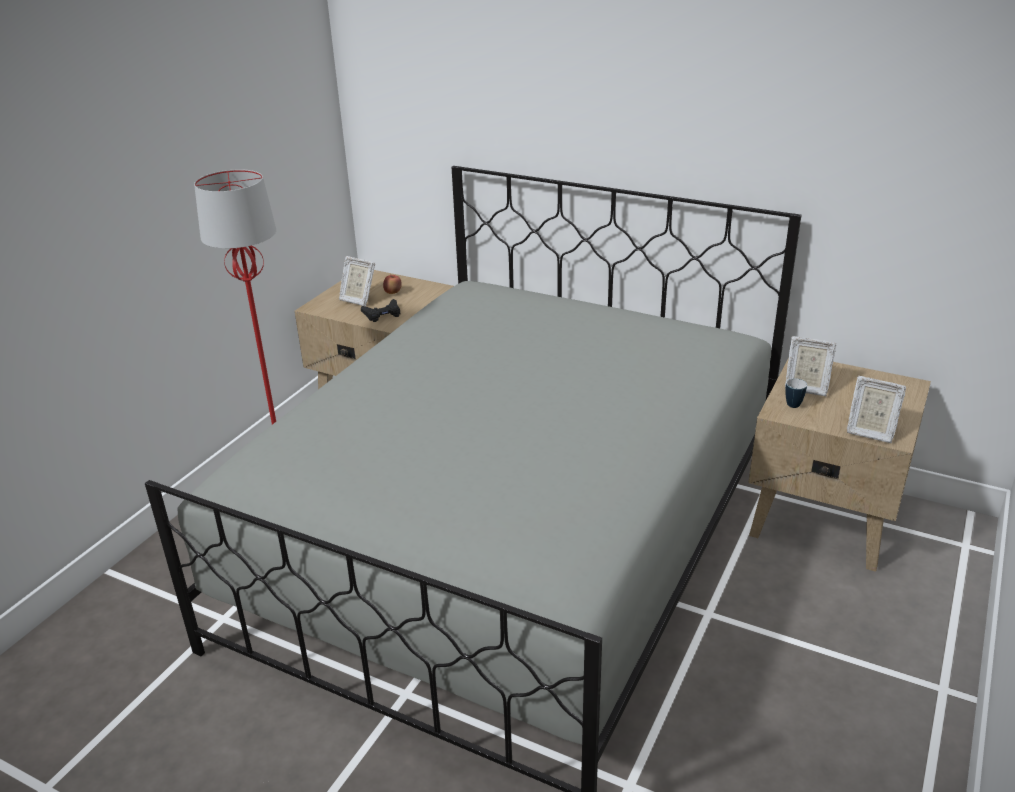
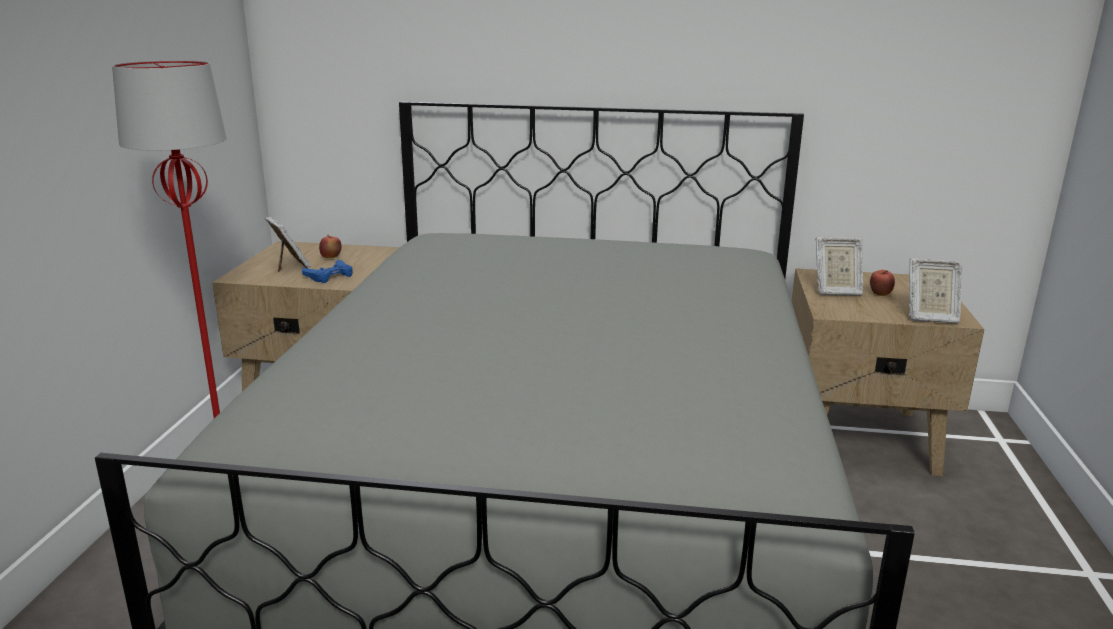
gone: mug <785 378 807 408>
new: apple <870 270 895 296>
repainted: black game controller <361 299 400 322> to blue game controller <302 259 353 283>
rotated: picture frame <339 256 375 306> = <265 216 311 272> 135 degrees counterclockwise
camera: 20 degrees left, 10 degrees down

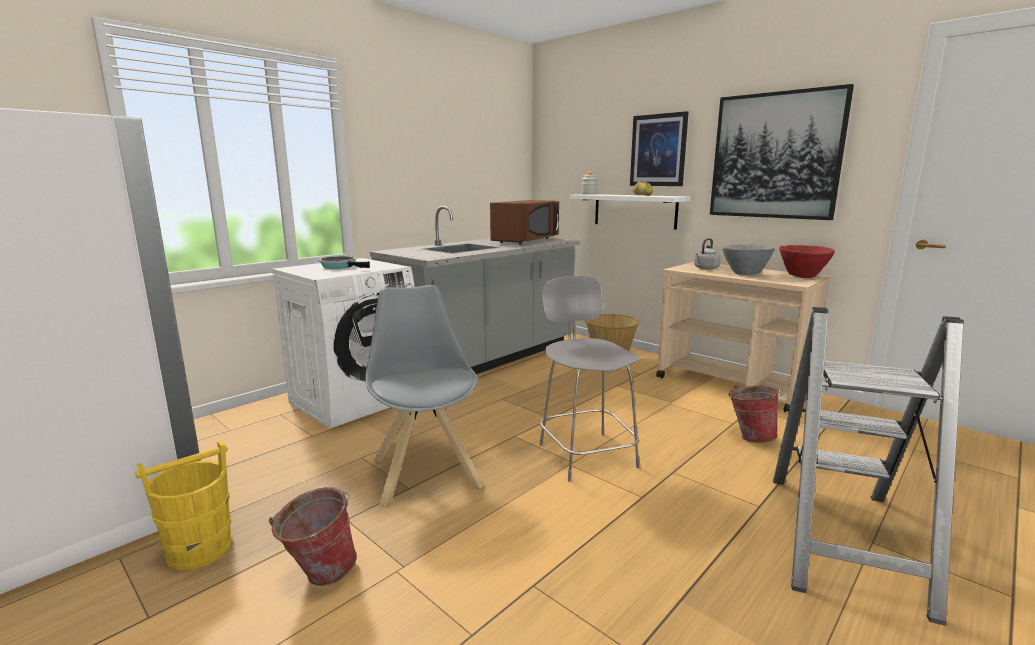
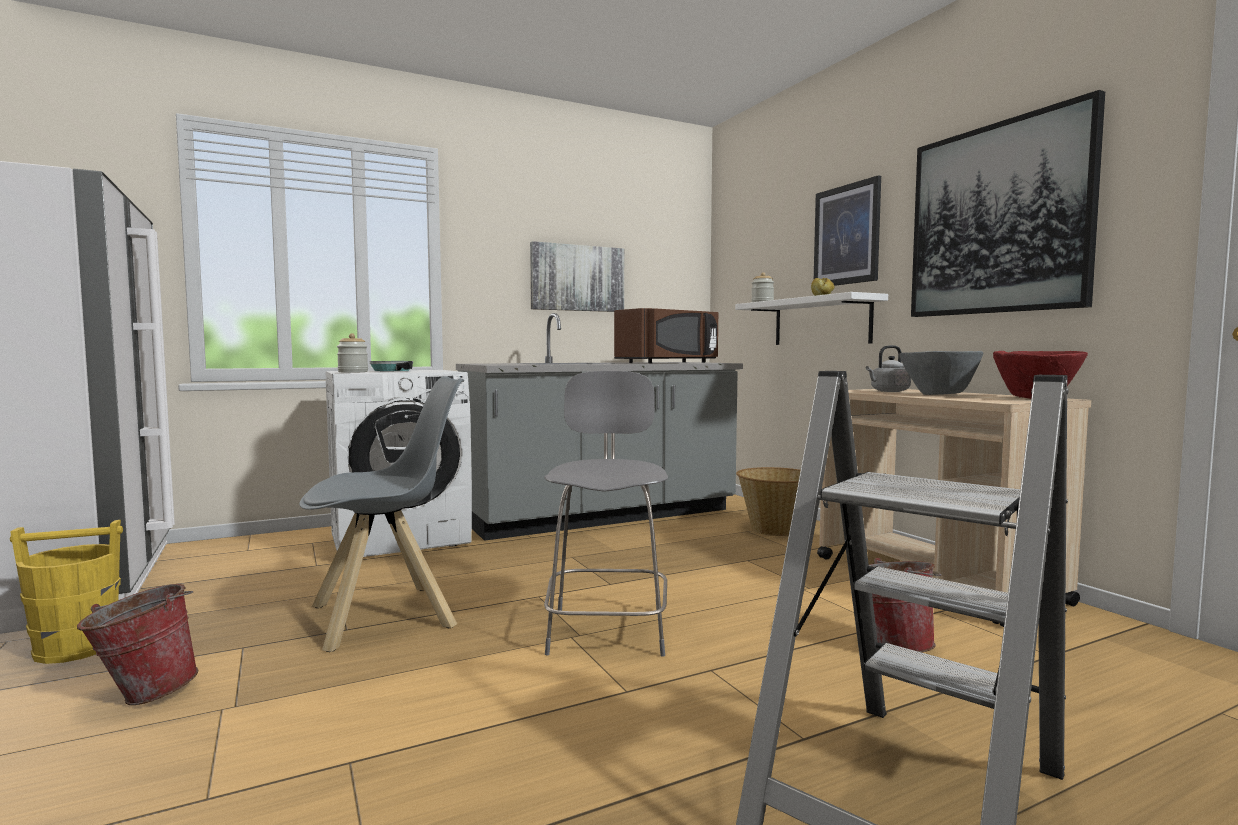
new: jar <337 333 368 373>; picture <530 241 624 312>
rotated: grey chair <366 285 484 506> = <299 377 464 652> 60 degrees clockwise
camera: 20 degrees right, 10 degrees down

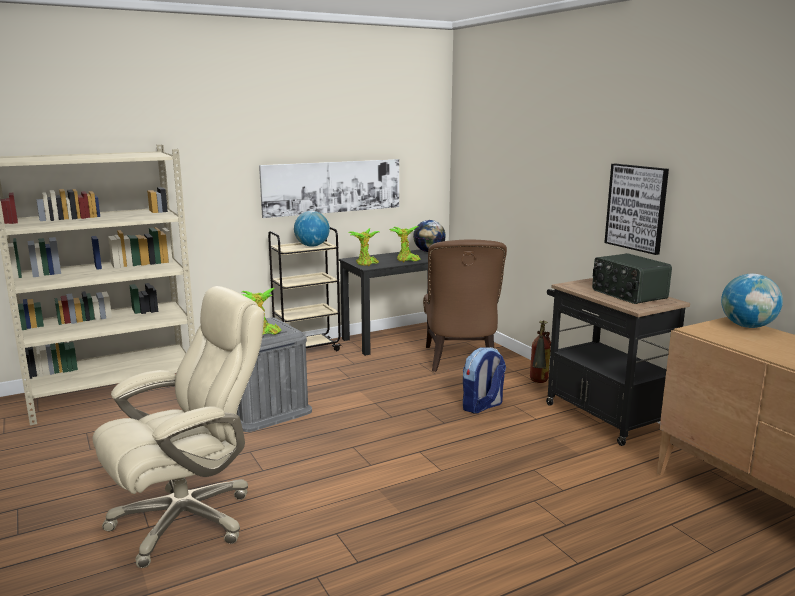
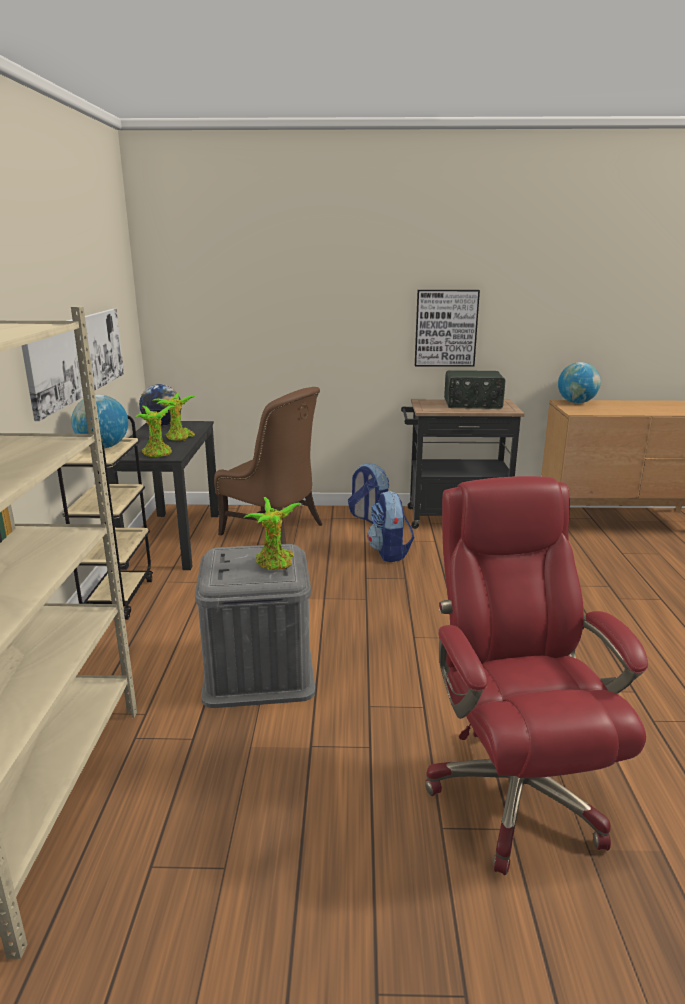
swapped: fire extinguisher <530 321 551 383> to backpack <348 463 389 523>
repainted: beige office chair <93 286 264 568> to red office chair <425 476 648 875>
camera: 60 degrees left, 5 degrees up

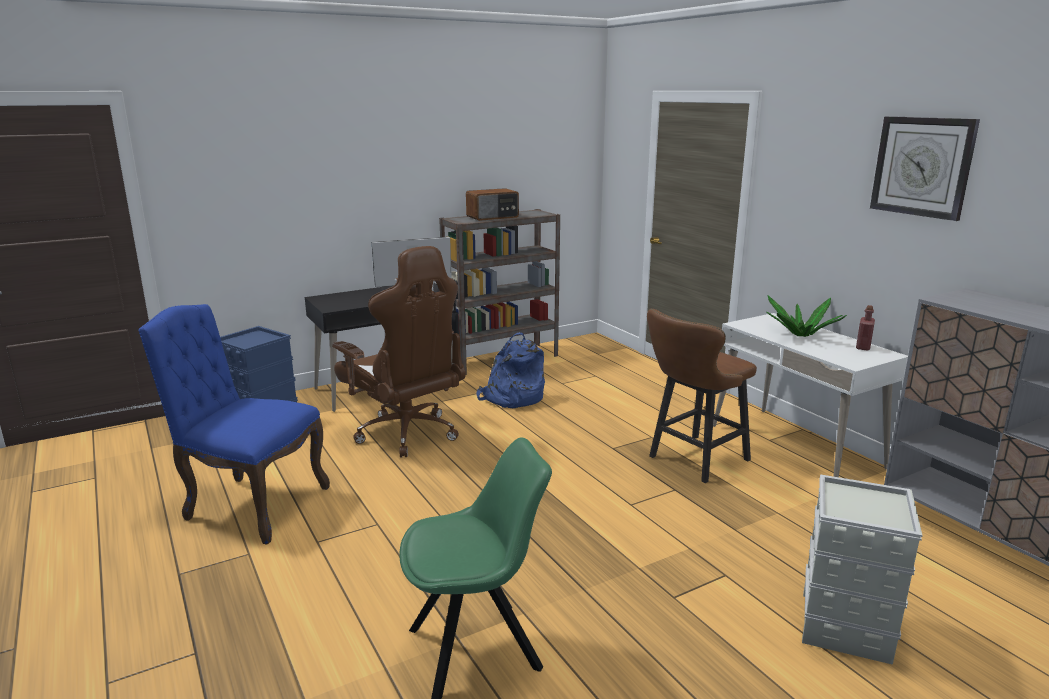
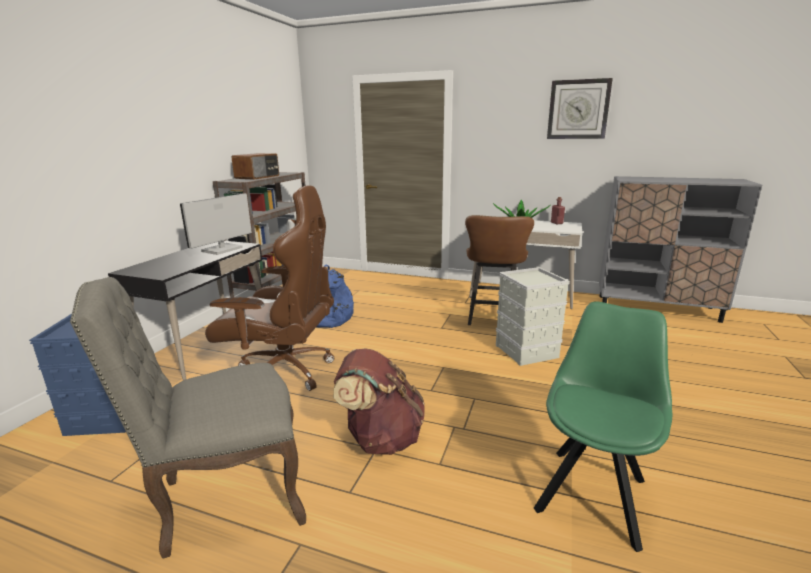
new: brown backpack <333 348 425 455>
shifted: grey storage box <802 474 923 665> to <496 267 570 366>
repainted: blue chair <138 304 330 545> to grey chair <70 277 306 558>
camera: 40 degrees left, 0 degrees up

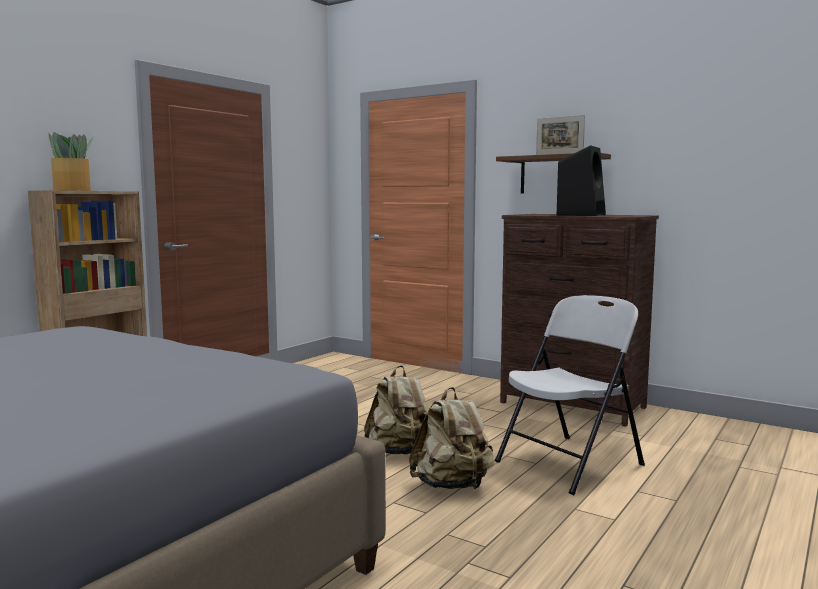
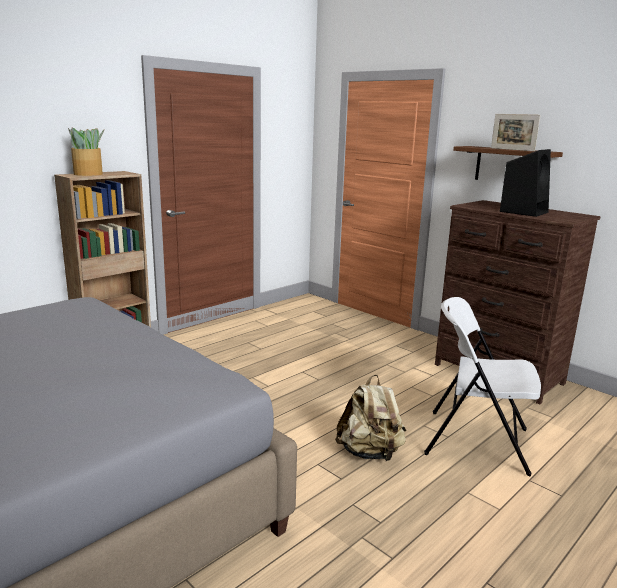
gone: beige backpack <364 366 429 454>
rotated: white chair <495 295 645 495> = <424 297 541 477> 135 degrees counterclockwise
camera: 10 degrees right, 10 degrees up

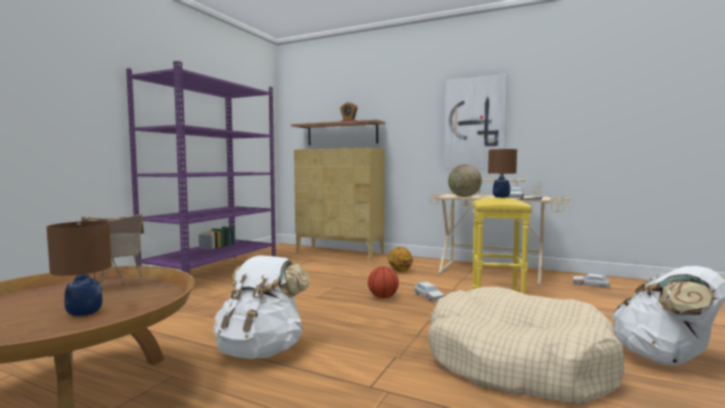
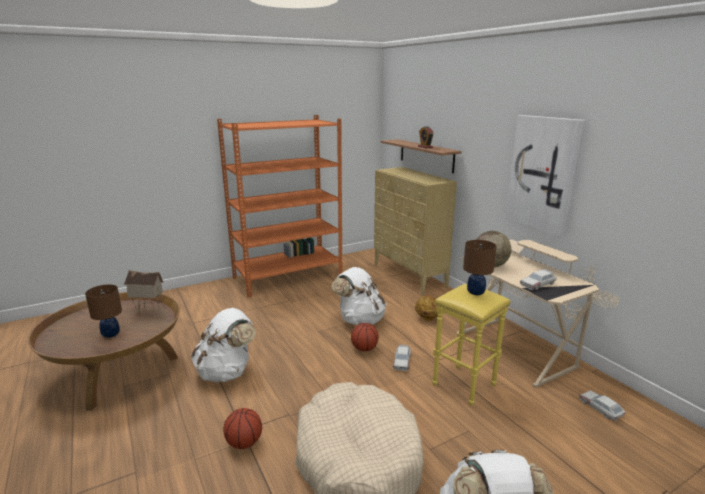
new: basketball <224 408 262 449>; white backpack <331 267 387 325>
repainted: purple bookcase <126 61 276 274> to orange bookcase <217 115 342 298>
camera: 35 degrees right, 15 degrees up

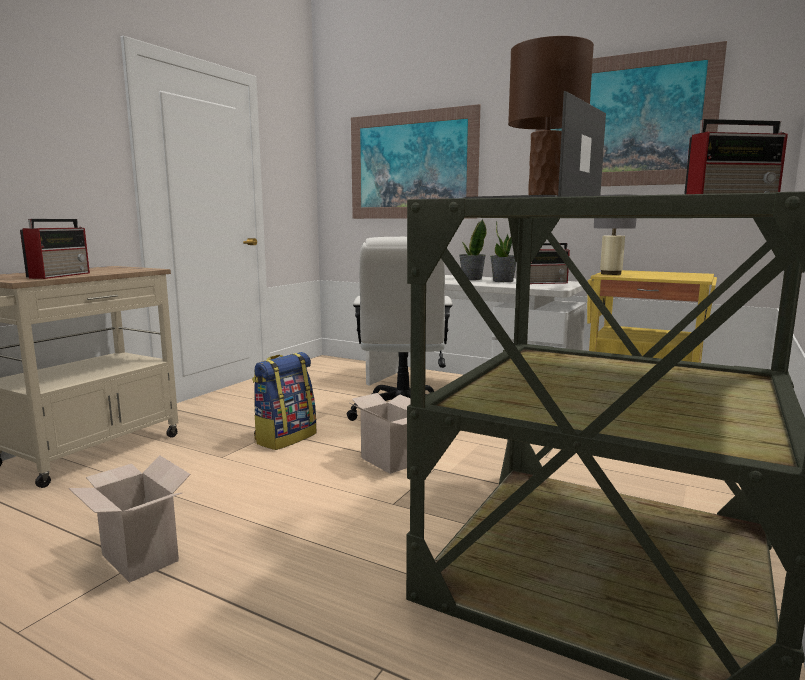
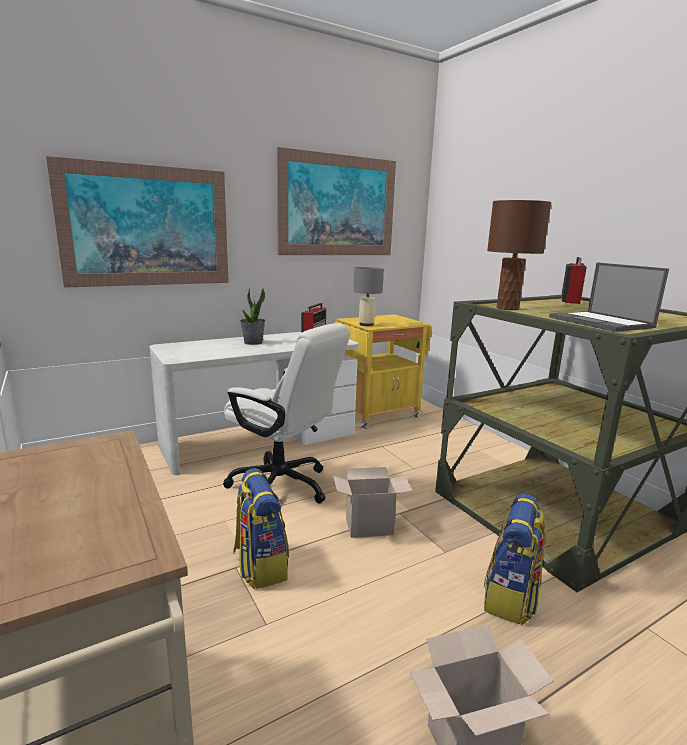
gone: radio <20 219 90 279>; potted plant <490 221 517 282>
new: backpack <484 494 546 625>
camera: 60 degrees left, 5 degrees up

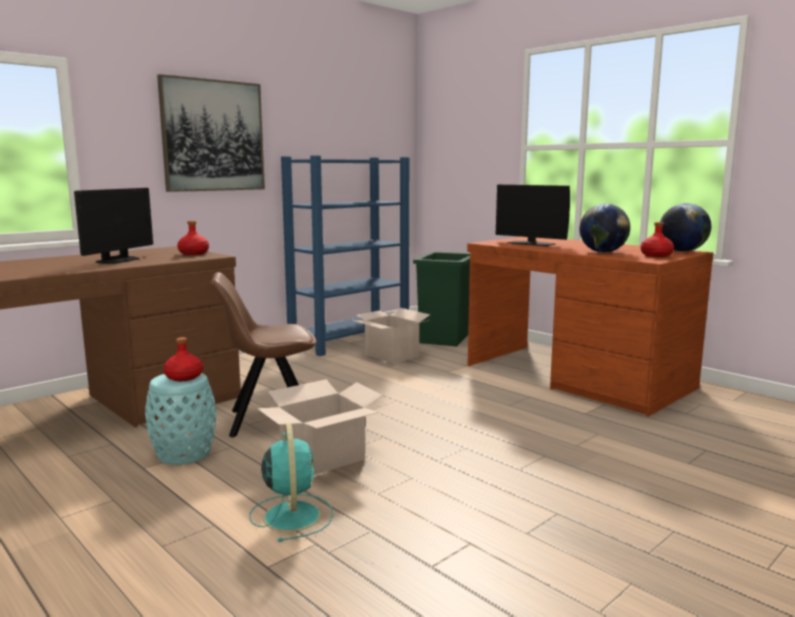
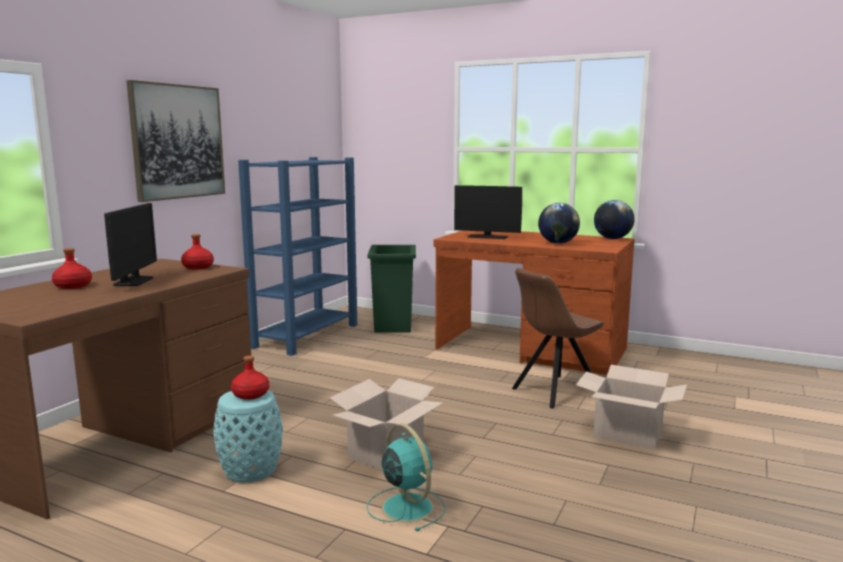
shifted: brown chair <211 272 317 437> to <512 268 604 408>; cardboard box <354 308 430 364> to <576 365 687 450>; red bottle <641 222 674 257> to <52 248 92 289>
camera: 20 degrees left, 0 degrees up

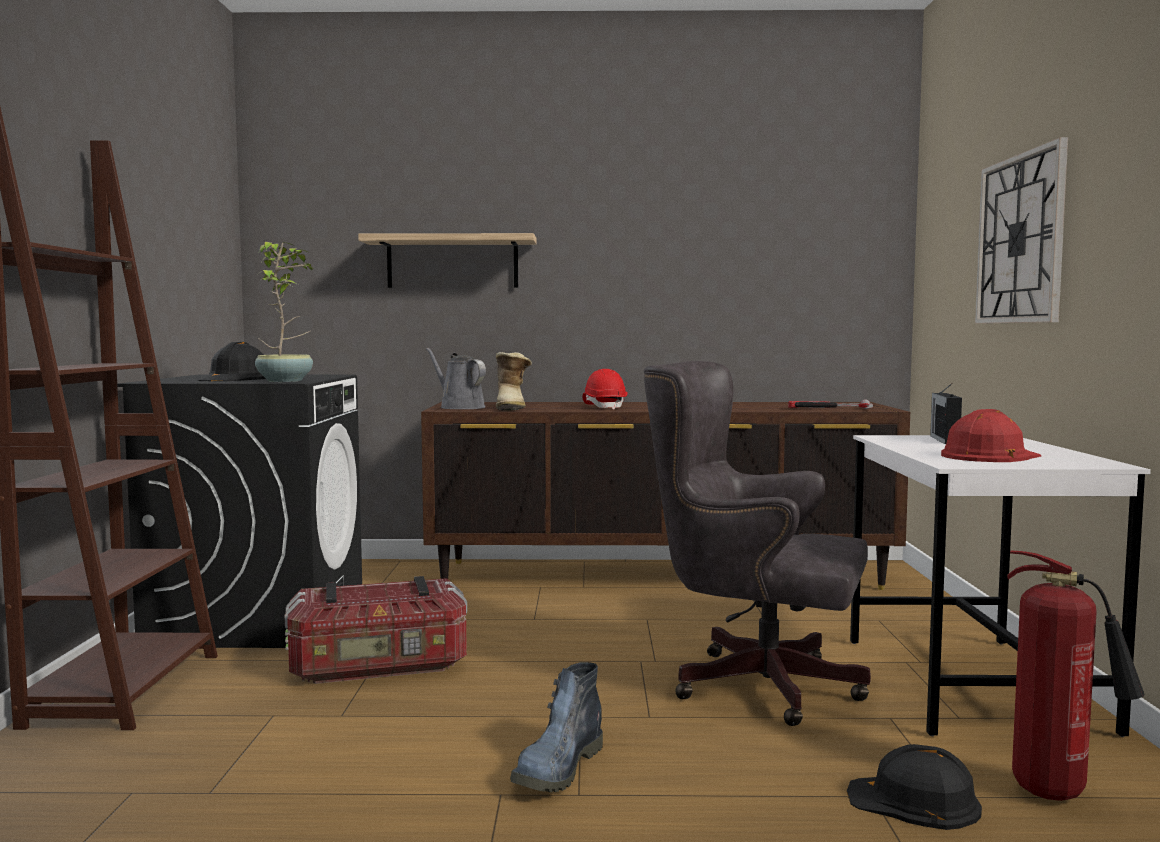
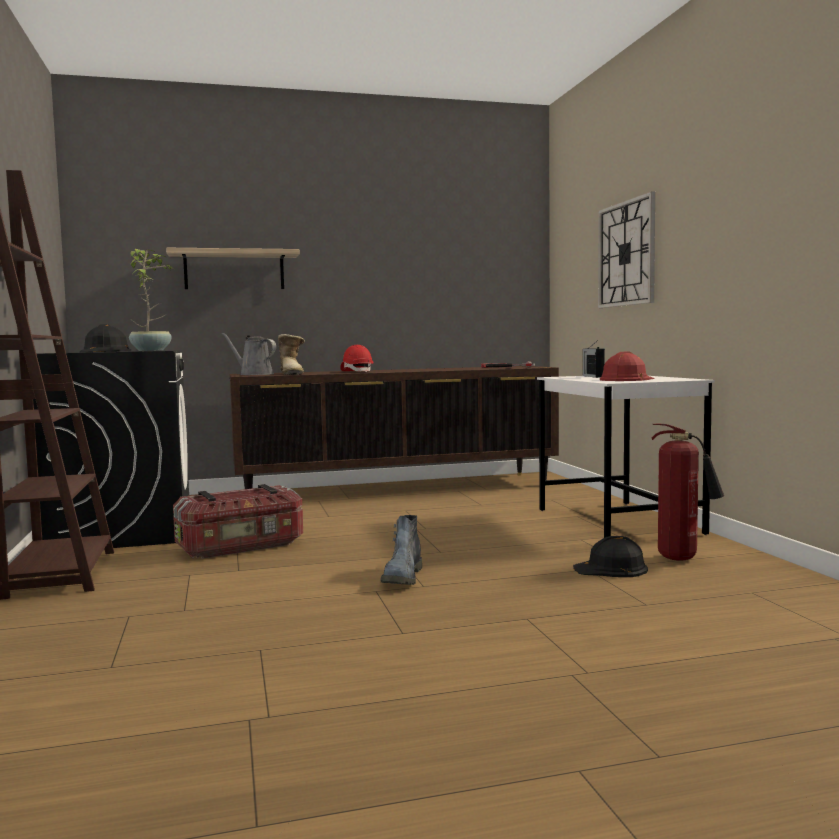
gone: grey office chair <644 361 871 726>
camera: 15 degrees left, 0 degrees up

